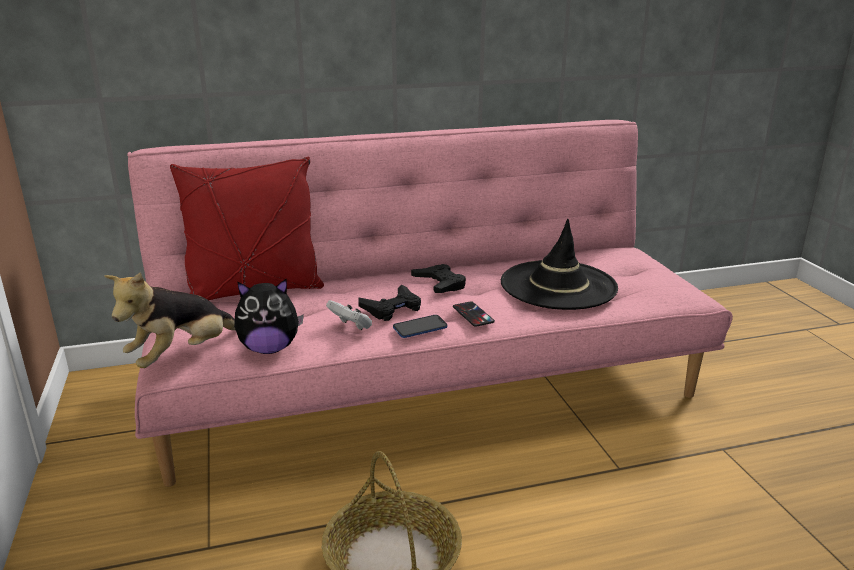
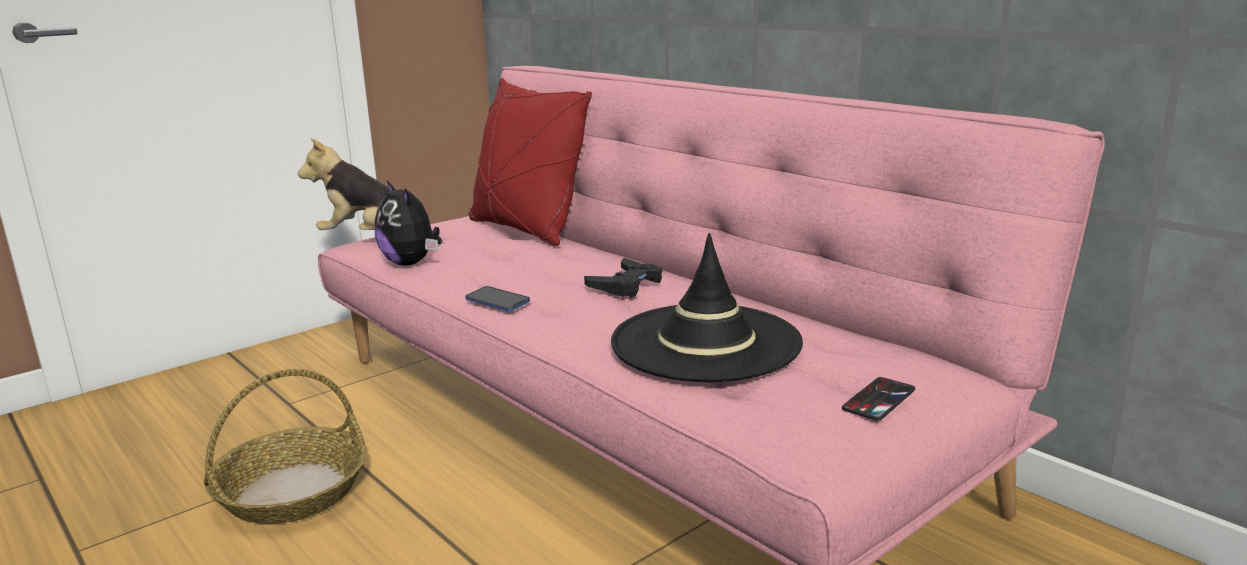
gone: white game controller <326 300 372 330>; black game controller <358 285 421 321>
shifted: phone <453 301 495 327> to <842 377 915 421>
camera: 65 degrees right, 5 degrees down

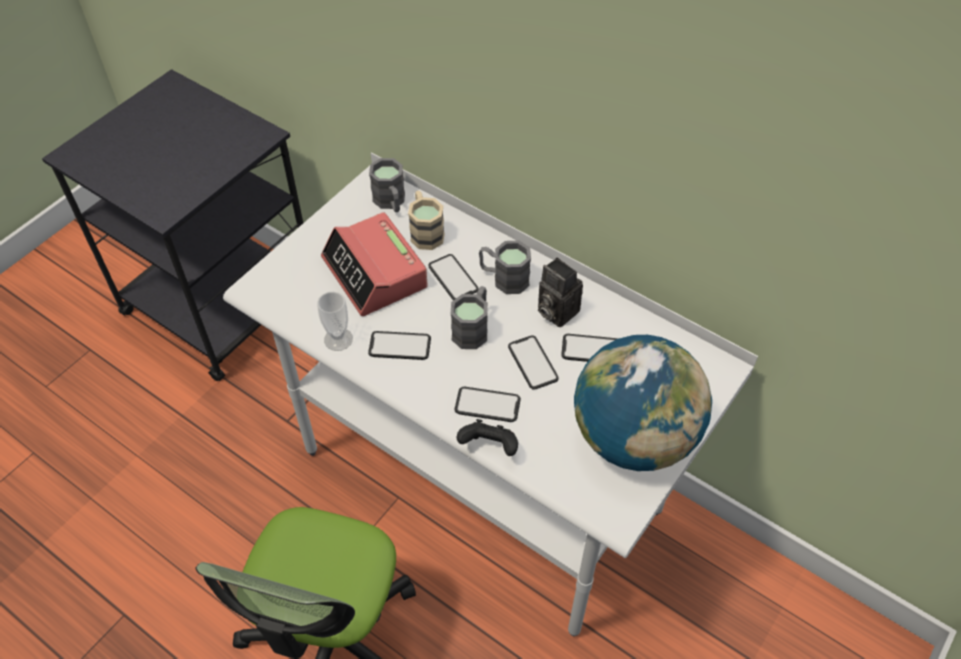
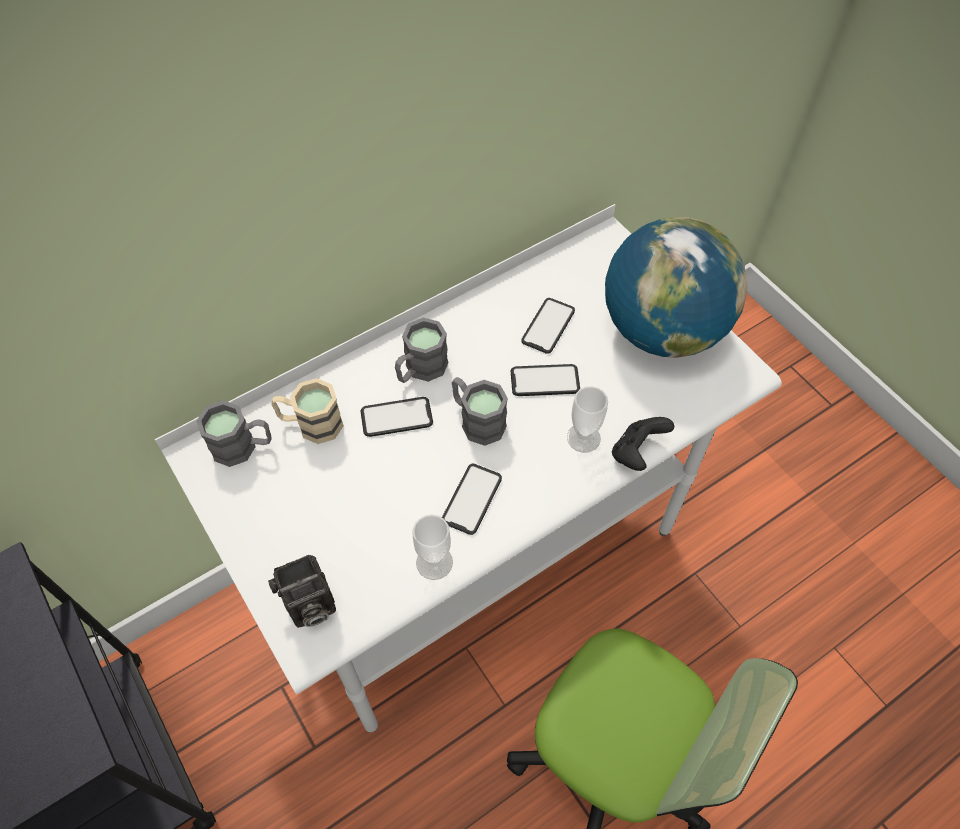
gone: alarm clock <321 212 428 316>
shifted: photo camera <538 257 583 327> to <268 555 336 628>
swapped: phone <454 387 521 422> to cup <567 386 608 453>
camera: 70 degrees left, 5 degrees up

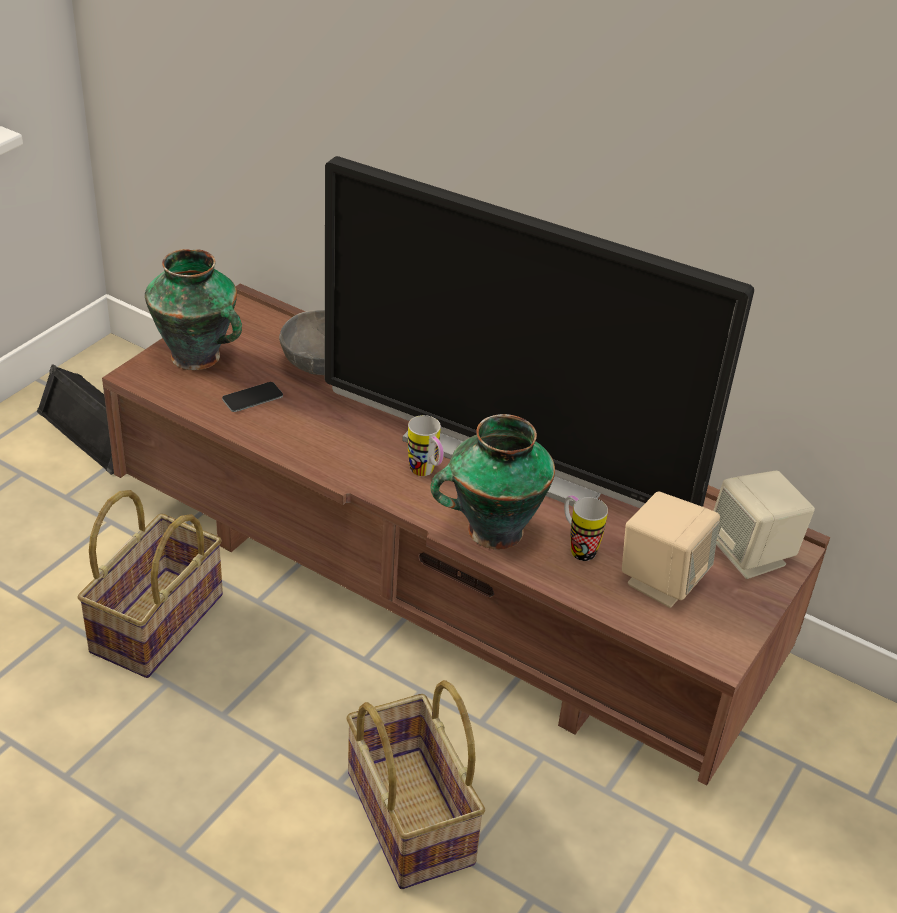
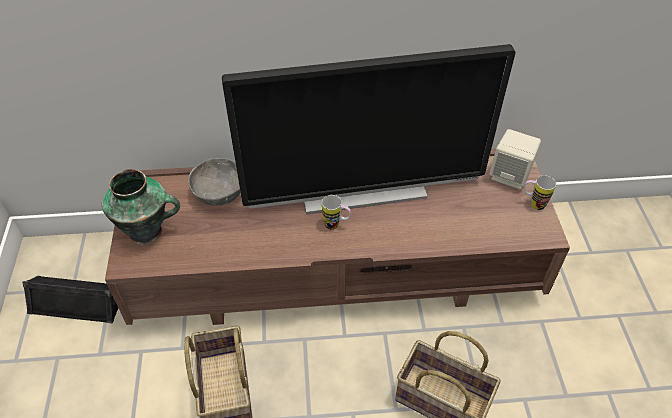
gone: phone <222 382 283 412>; vase <430 414 555 549>; beige speaker <622 491 720 608>
shifted: mug <564 495 608 561> to <524 175 556 210>
camera: 35 degrees left, 10 degrees up

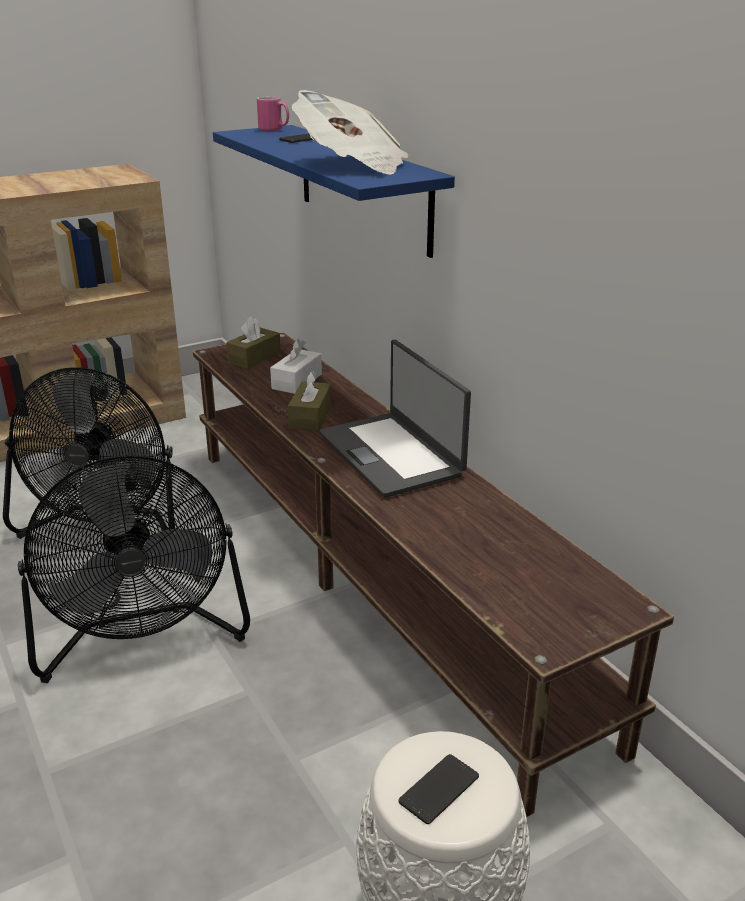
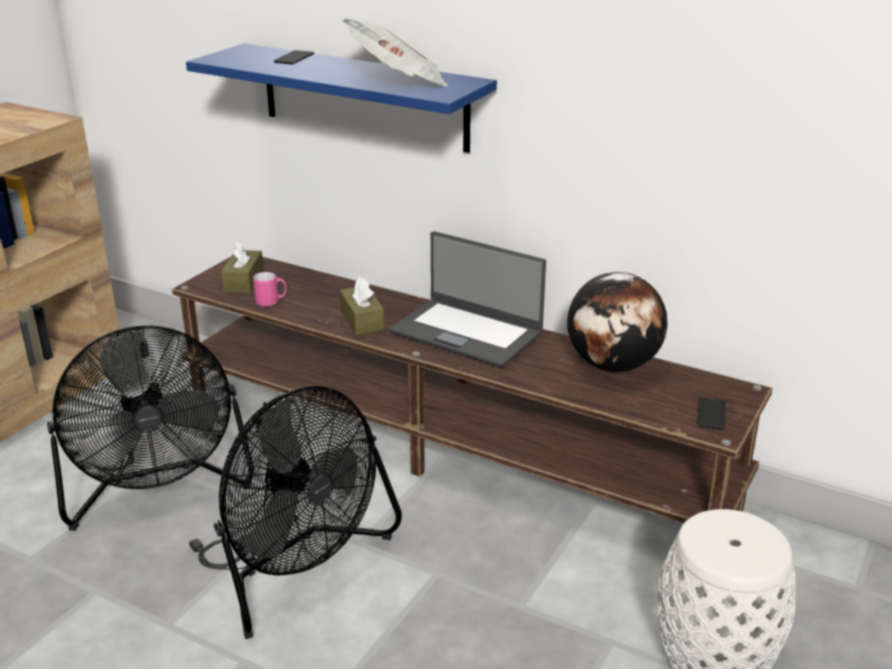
gone: white tissue box <270 339 322 394>
new: globe <567 272 667 372>
shifted: pink mug <257 96 289 131> to <253 272 287 307>; phone <399 754 479 824> to <697 397 725 430>
camera: 30 degrees left, 0 degrees up

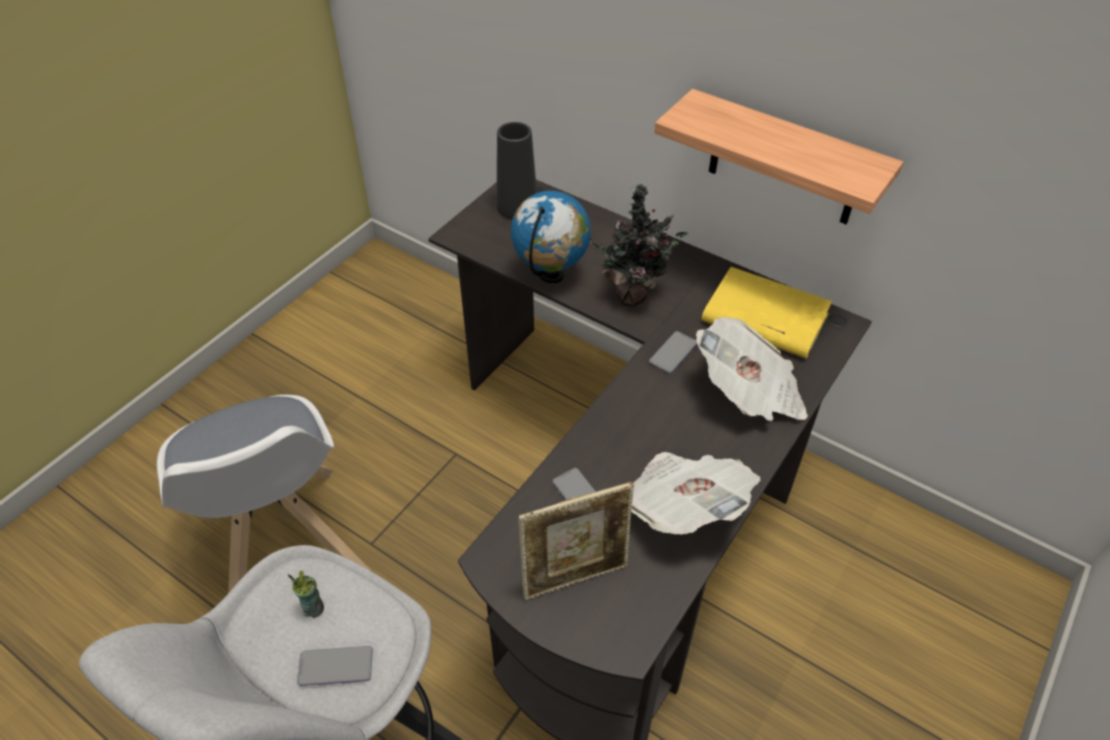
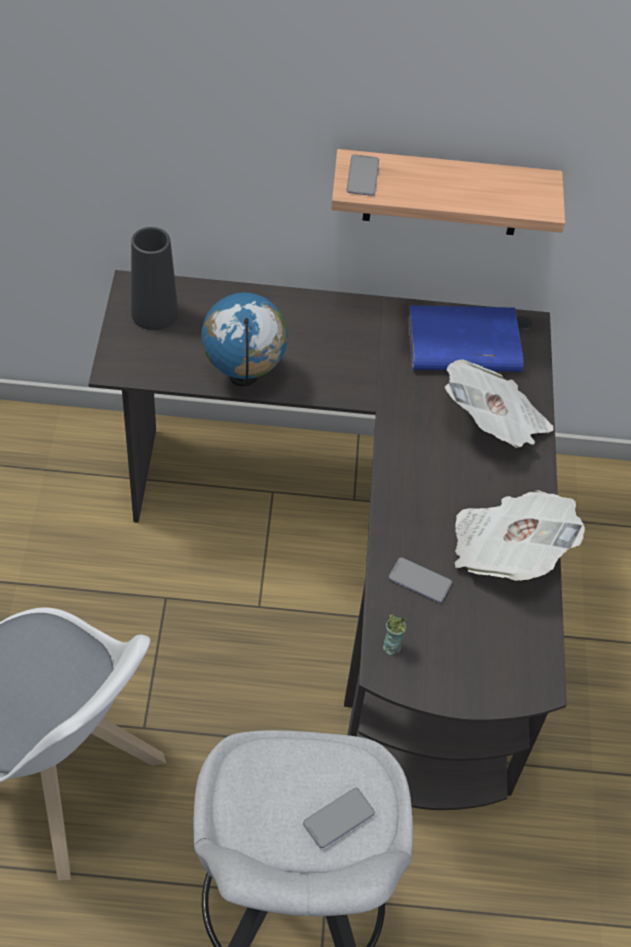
gone: picture frame <518 482 634 600>; potted plant <590 184 689 306>
shifted: cup <288 571 324 618> to <383 614 407 655>; phone <649 331 697 373> to <347 154 379 196>
repainted: yellow book <702 267 833 358> to blue book <407 305 523 372>
camera: 35 degrees left, 5 degrees up

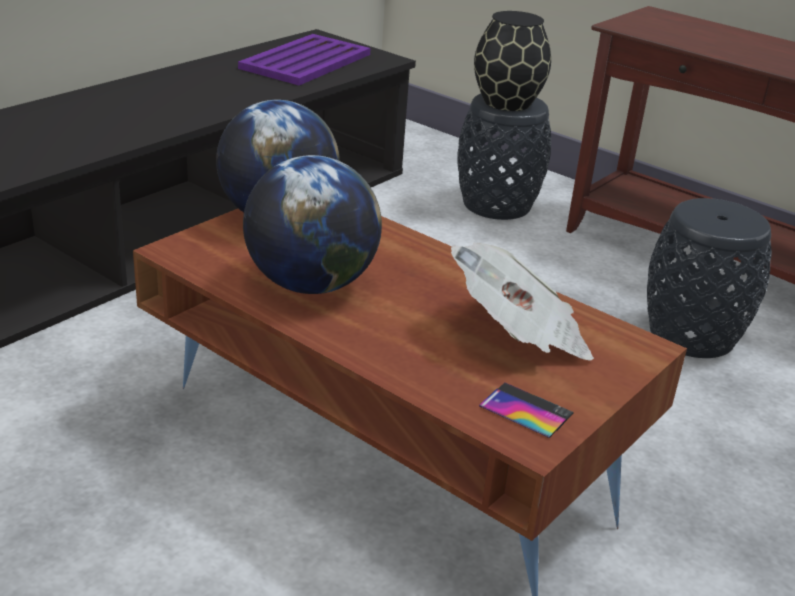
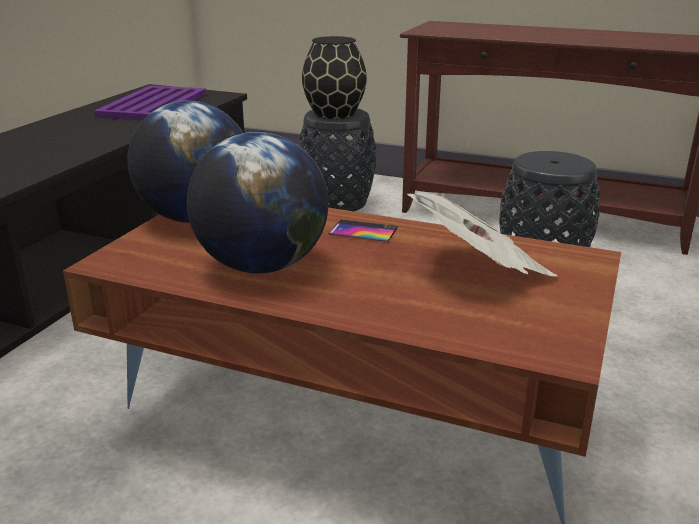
shifted: phone <479 382 574 438> to <328 219 398 242>
camera: 15 degrees left, 5 degrees down

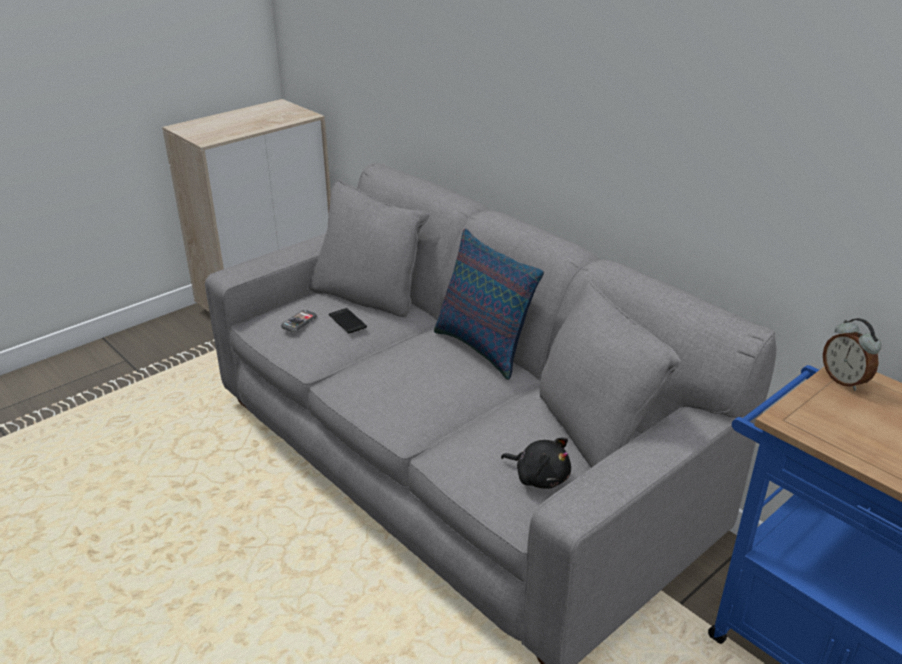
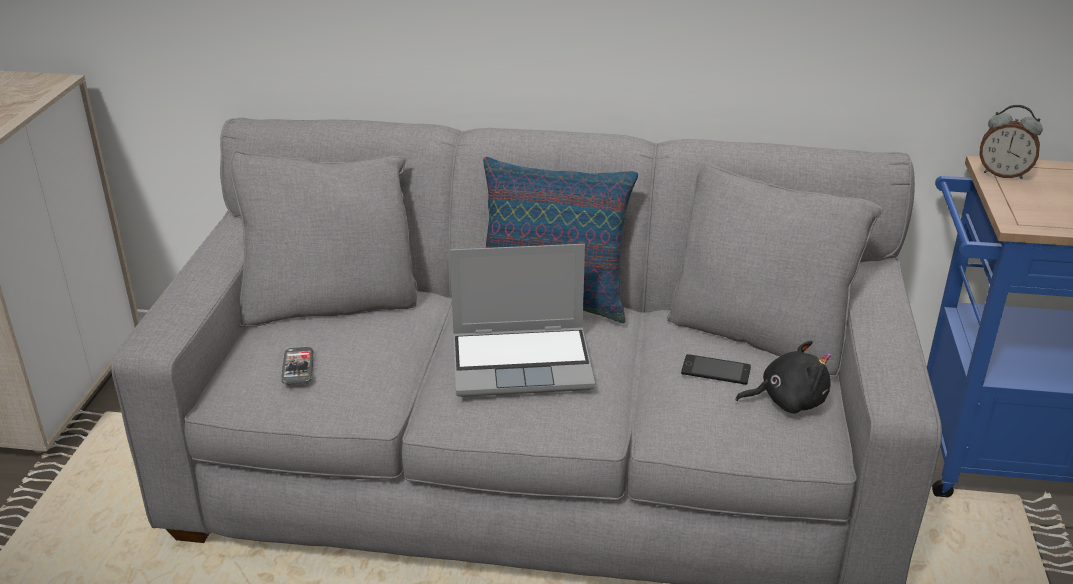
new: laptop <450 244 595 397>
shifted: phone <329 308 367 333> to <681 354 751 385>
camera: 40 degrees left, 0 degrees up

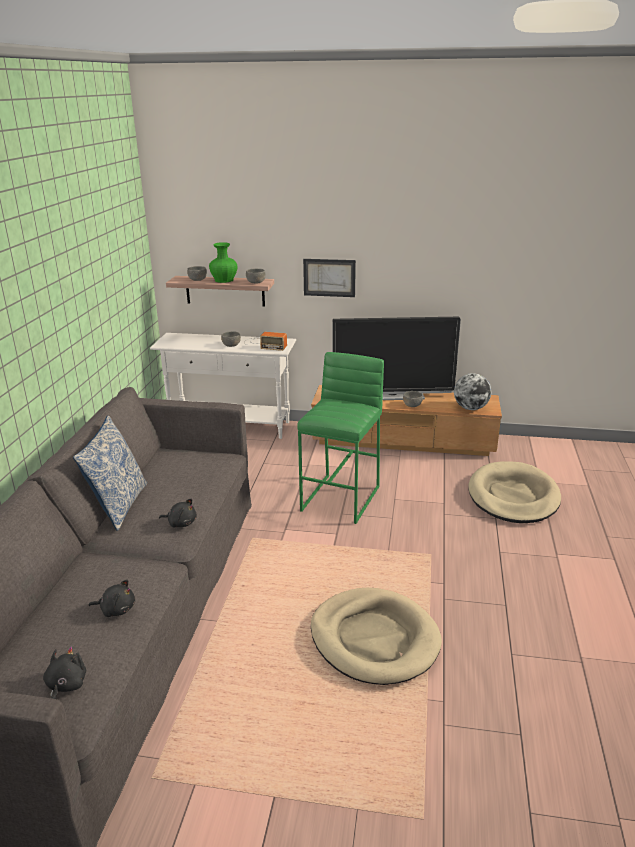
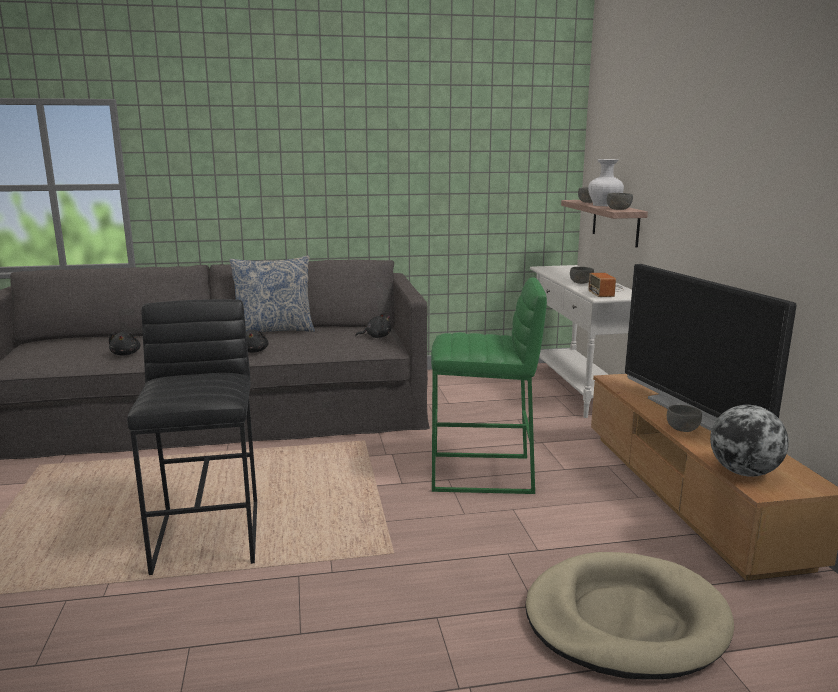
gone: picture <303 259 356 297>
shifted: black plush toy <43 646 87 699> to <355 313 391 338>
swapped: beige dog bed <311 588 442 685> to black stool <127 299 257 575>
repainted: green vase <209 242 237 283> to white vase <588 159 624 206>
camera: 70 degrees right, 10 degrees down

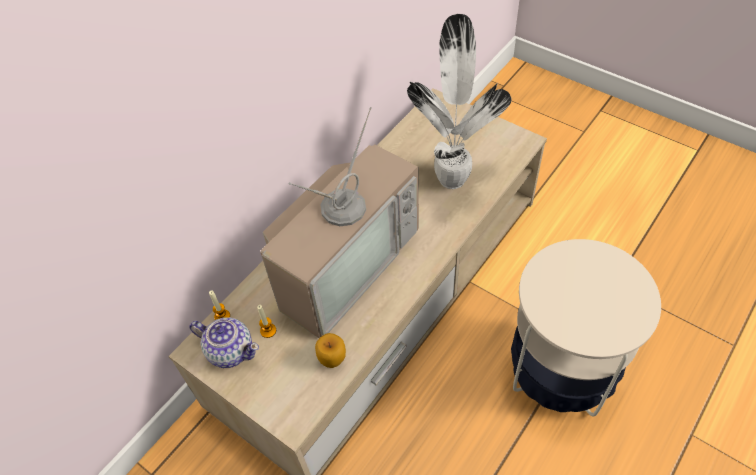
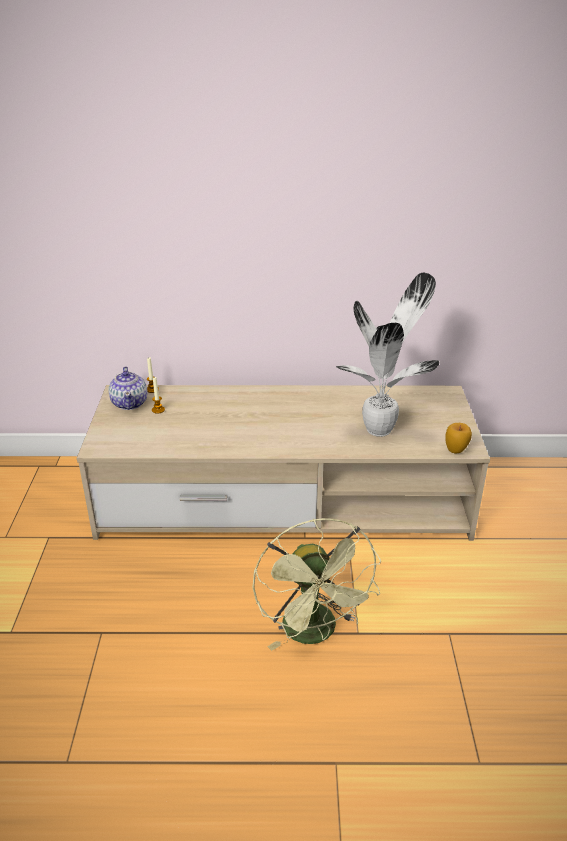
gone: television <260 107 419 338>
shifted: apple <315 333 346 368> to <445 423 472 453>
swapped: beige side table <511 239 661 417> to green fan <252 518 381 651>
camera: 50 degrees right, 20 degrees down

